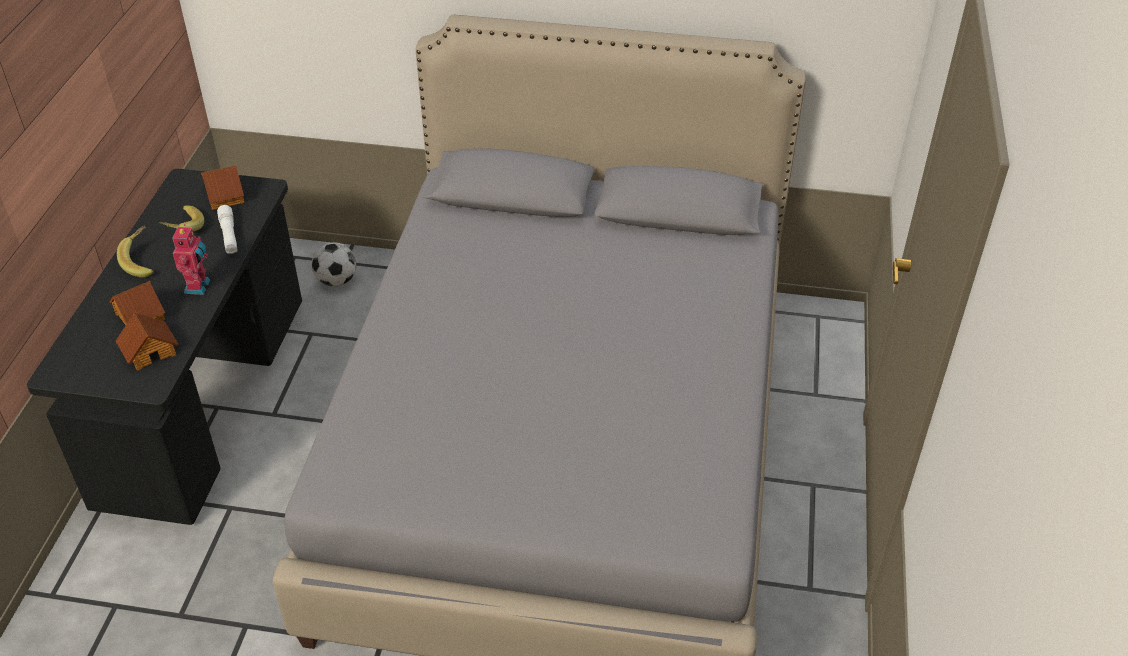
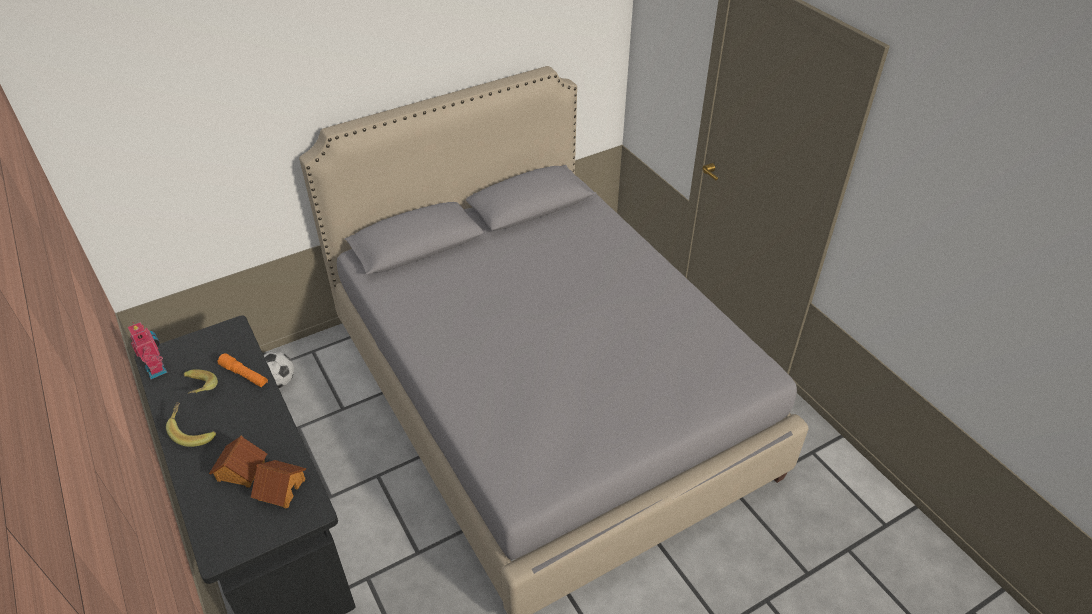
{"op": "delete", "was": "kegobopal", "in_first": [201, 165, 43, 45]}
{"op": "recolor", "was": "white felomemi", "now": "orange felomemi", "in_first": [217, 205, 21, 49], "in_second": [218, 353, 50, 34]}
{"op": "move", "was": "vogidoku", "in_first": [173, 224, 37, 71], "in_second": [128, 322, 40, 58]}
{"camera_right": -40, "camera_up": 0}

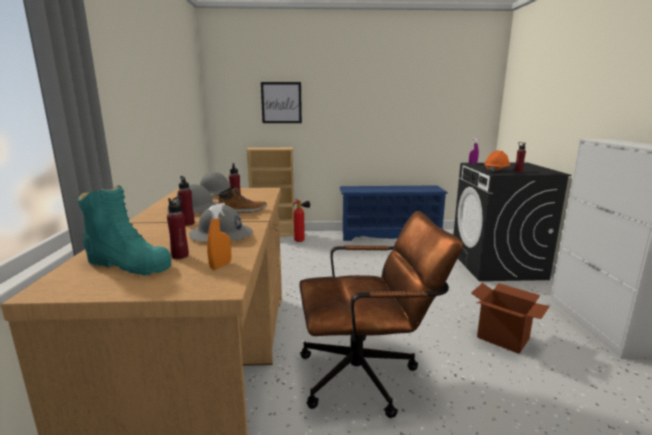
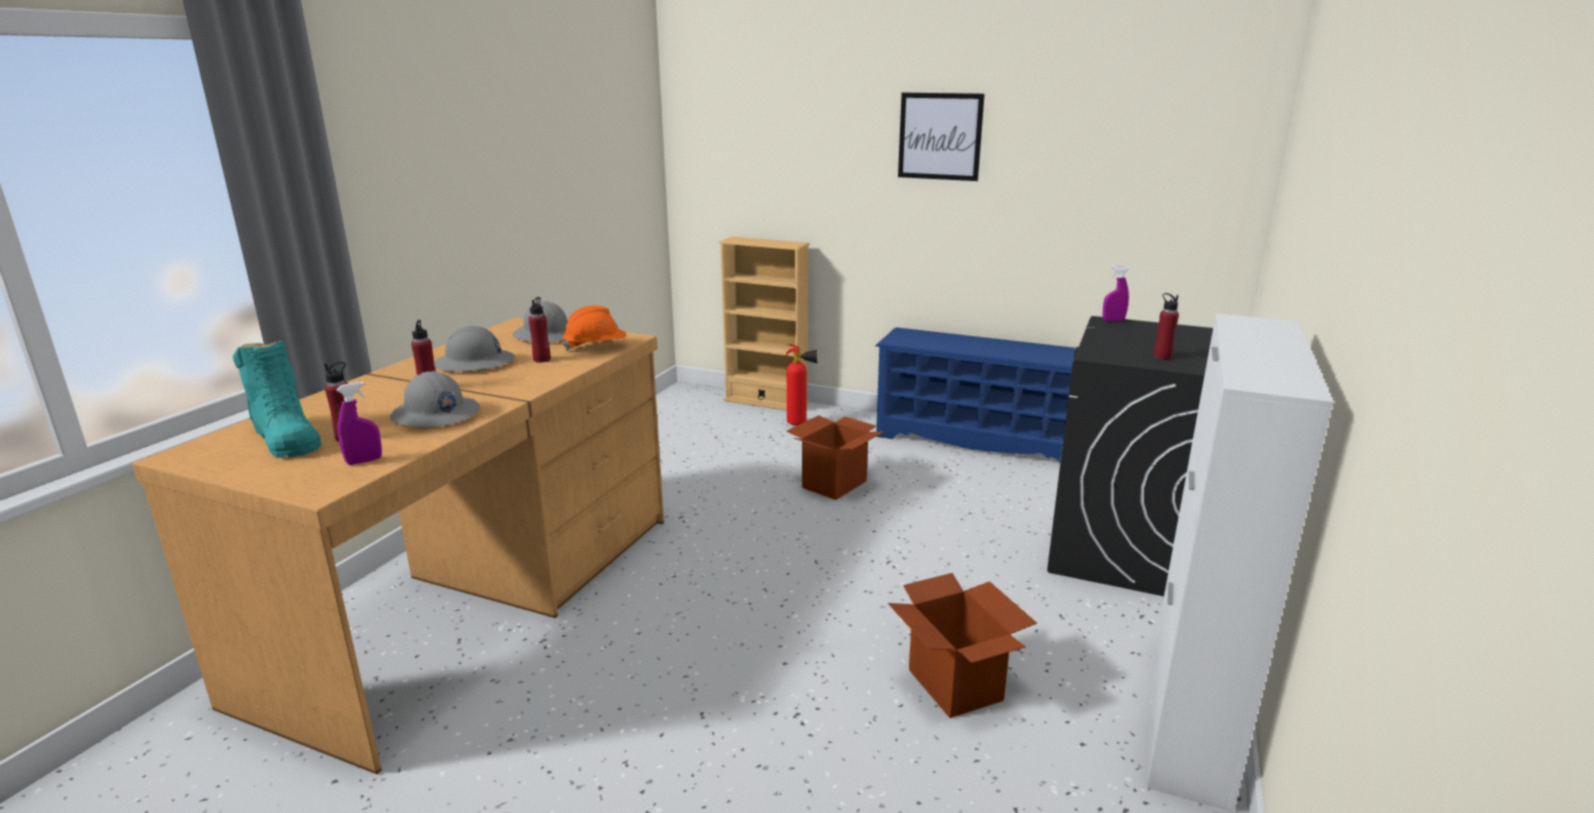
{"op": "move", "was": "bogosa", "in_first": [261, 82, 41, 41], "in_second": [898, 93, 87, 88]}
{"op": "move", "was": "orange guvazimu", "in_first": [484, 151, 27, 22], "in_second": [562, 306, 64, 45]}
{"op": "delete", "was": "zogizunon", "in_first": [216, 187, 51, 26]}
{"op": "recolor", "was": "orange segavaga", "now": "purple segavaga", "in_first": [207, 203, 24, 66], "in_second": [337, 382, 45, 83]}
{"op": "delete", "was": "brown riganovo", "in_first": [299, 210, 164, 208]}
{"op": "insert", "now": "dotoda", "in_second": [786, 415, 99, 85]}
{"camera_right": 25, "camera_up": 5}

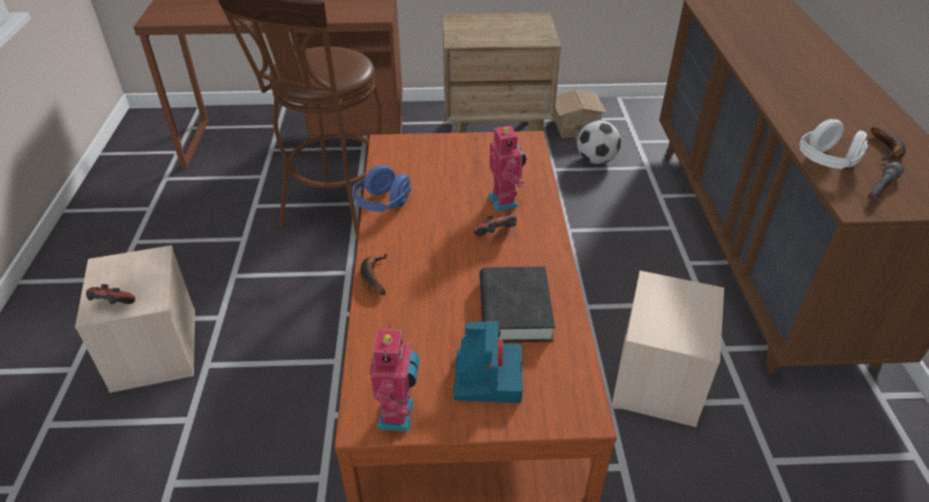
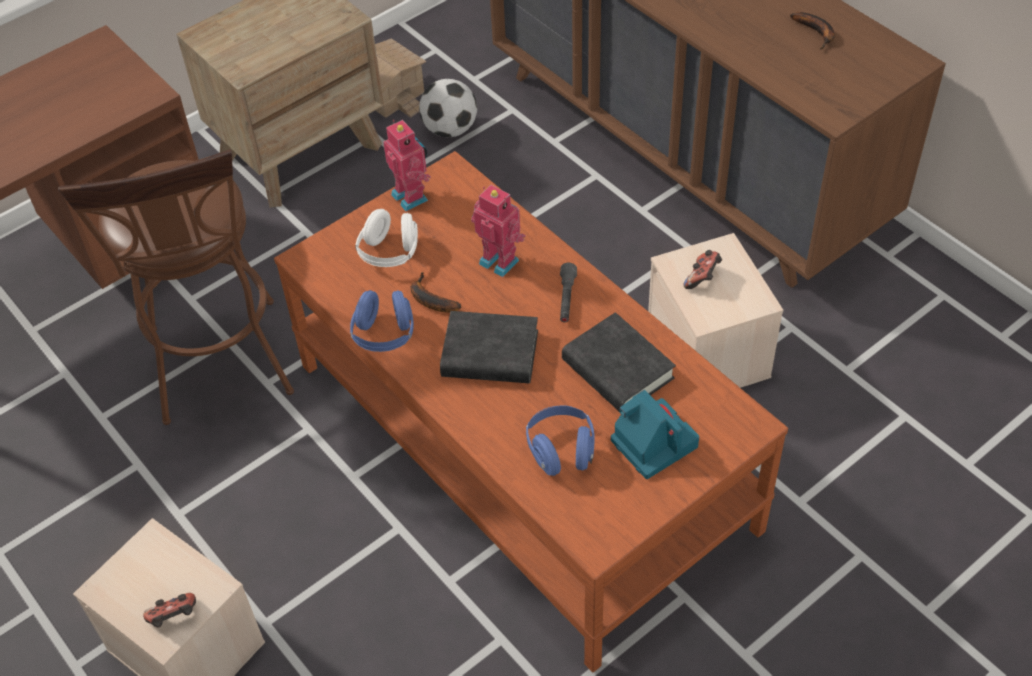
{"op": "move", "was": "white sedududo", "in_first": [799, 119, 69, 50], "in_second": [355, 209, 63, 58]}
{"op": "move", "was": "grey felomemi", "in_first": [868, 162, 36, 39], "in_second": [560, 263, 17, 59]}
{"op": "move", "was": "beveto", "in_first": [474, 211, 43, 25], "in_second": [683, 250, 39, 39]}
{"op": "move", "was": "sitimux", "in_first": [360, 254, 27, 42], "in_second": [411, 272, 50, 41]}
{"op": "move", "was": "vogidoku", "in_first": [370, 325, 49, 106], "in_second": [383, 120, 48, 91]}
{"op": "insert", "now": "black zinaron", "in_second": [440, 311, 98, 72]}
{"op": "insert", "now": "blue sedududo", "in_second": [526, 405, 69, 71]}
{"camera_right": -35, "camera_up": 10}

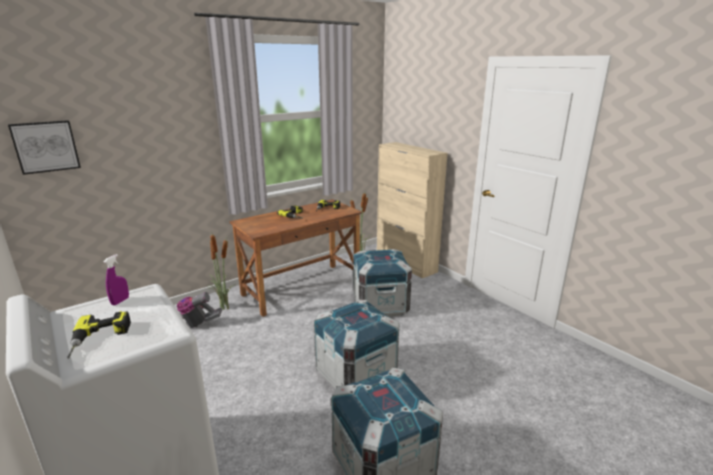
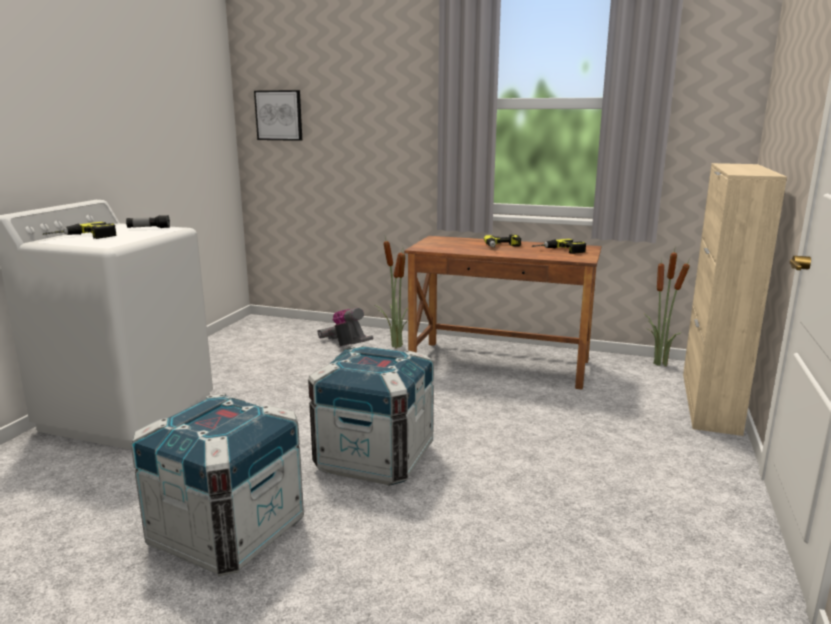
{"op": "delete", "was": "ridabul", "in_first": [353, 249, 59, 67]}
{"op": "replace", "was": "purple segavaga", "now": "felomemi", "in_first": [104, 254, 25, 51], "in_second": [126, 215, 44, 13]}
{"camera_right": 55, "camera_up": -5}

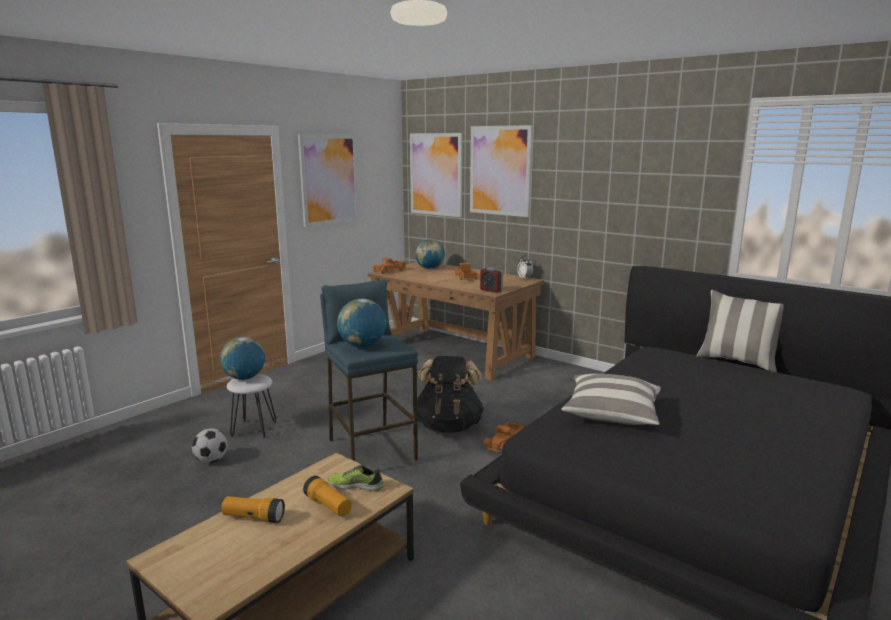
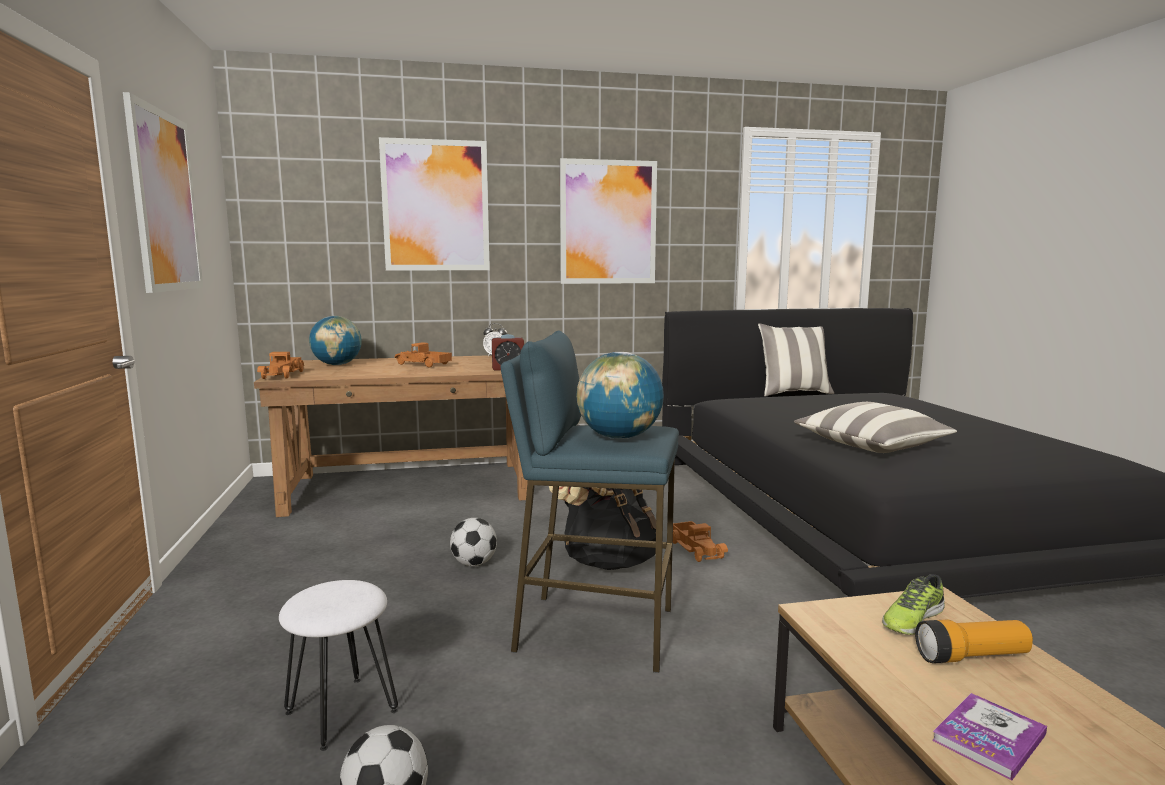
{"op": "move", "was": "bogosa", "in_first": [410, 133, 53, 84], "in_second": [560, 158, 97, 126]}
{"op": "delete", "was": "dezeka", "in_first": [220, 337, 45, 43]}
{"op": "replace", "was": "felomemi", "now": "zinaron", "in_first": [222, 496, 63, 27], "in_second": [932, 693, 115, 87]}
{"op": "insert", "now": "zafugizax", "in_second": [450, 518, 47, 48]}
{"camera_right": -50, "camera_up": -5}

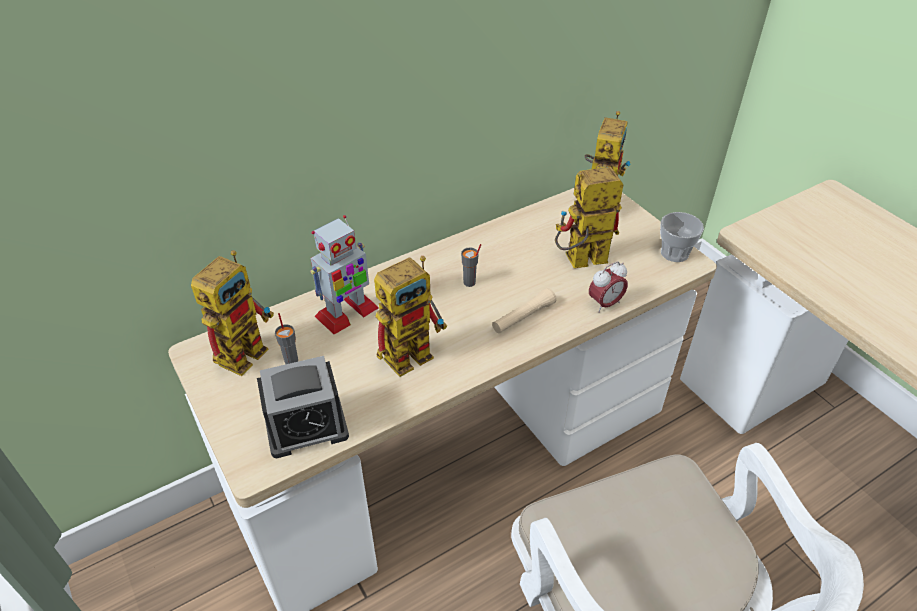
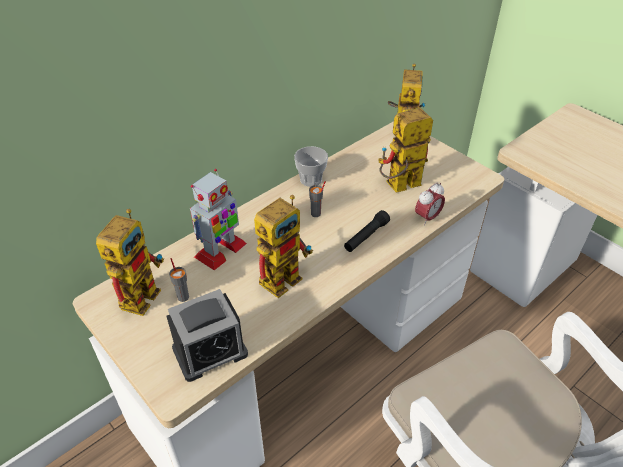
{"op": "move", "was": "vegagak", "in_first": [660, 212, 44, 50], "in_second": [294, 146, 34, 41]}
{"op": "recolor", "was": "beige felomemi", "now": "black felomemi", "in_first": [492, 288, 64, 45], "in_second": [344, 210, 46, 42]}
{"camera_right": -10, "camera_up": 0}

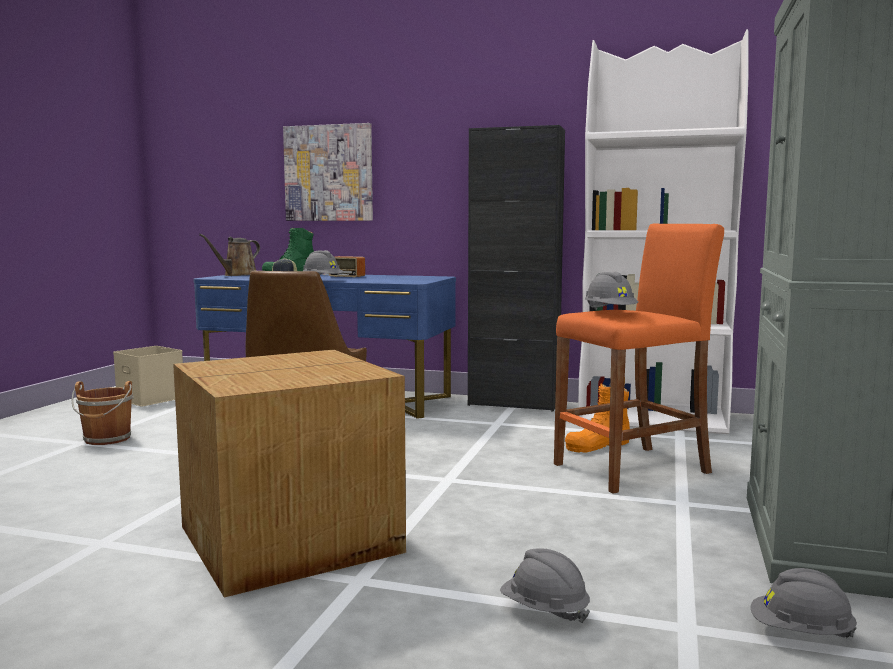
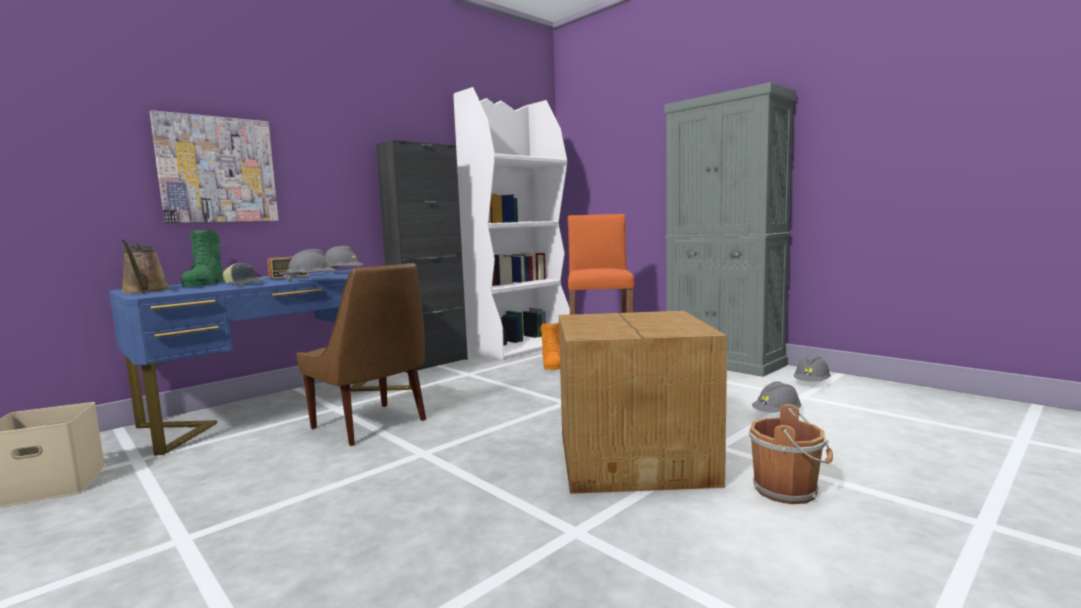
{"op": "move", "was": "grey guvazimu", "in_first": [585, 272, 54, 38], "in_second": [323, 246, 40, 28]}
{"op": "move", "was": "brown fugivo", "in_first": [72, 381, 62, 64], "in_second": [749, 404, 84, 100]}
{"camera_right": -60, "camera_up": 0}

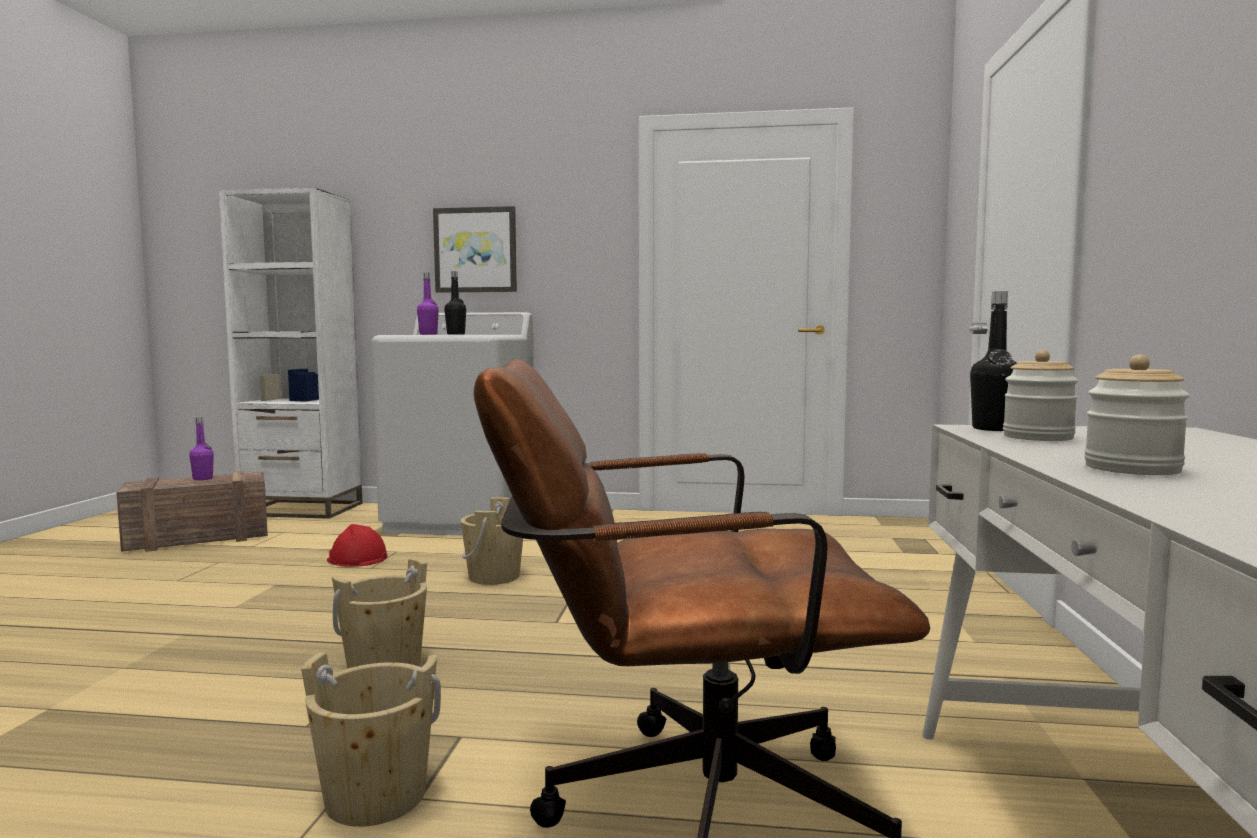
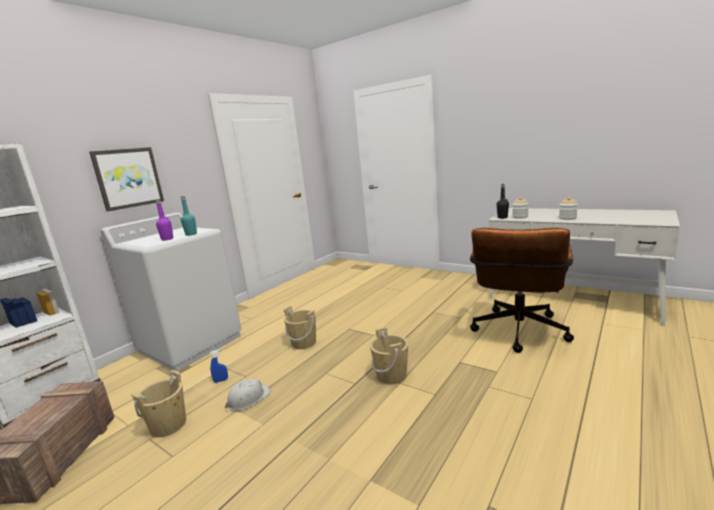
{"op": "recolor", "was": "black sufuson", "now": "turquoise sufuson", "in_first": [444, 271, 22, 64], "in_second": [181, 196, 16, 40]}
{"op": "delete", "was": "purple sufuson", "in_first": [189, 417, 25, 63]}
{"op": "replace", "was": "red guvazimu", "now": "blue segavaga", "in_first": [327, 524, 61, 43], "in_second": [210, 349, 18, 34]}
{"op": "move", "was": "beige fugivo", "in_first": [301, 652, 140, 175], "in_second": [131, 370, 55, 67]}
{"op": "insert", "now": "white guvazimu", "in_second": [225, 379, 46, 32]}
{"camera_right": -60, "camera_up": 10}

